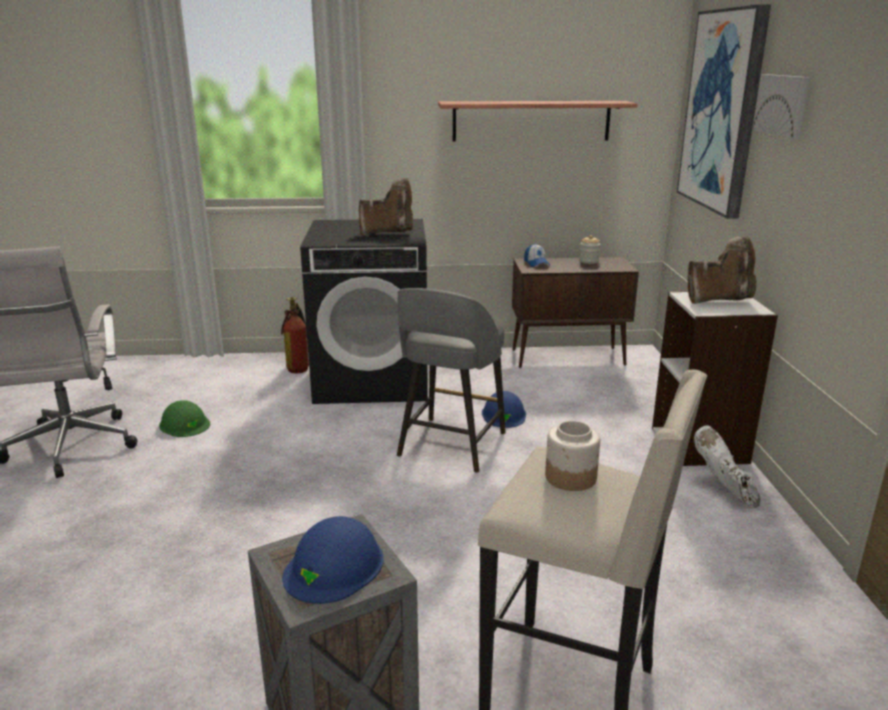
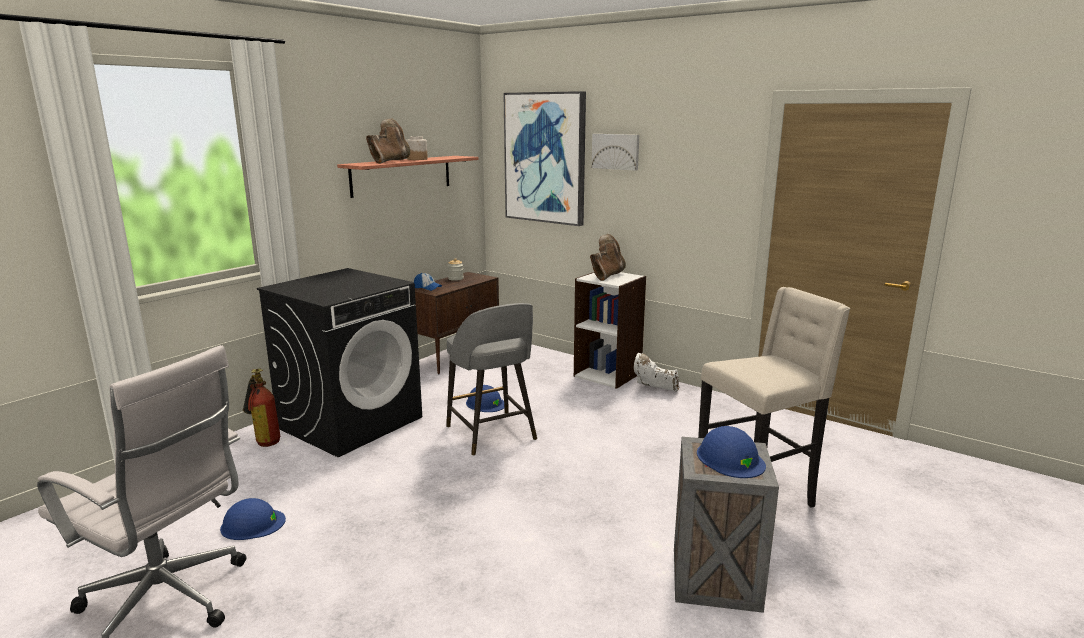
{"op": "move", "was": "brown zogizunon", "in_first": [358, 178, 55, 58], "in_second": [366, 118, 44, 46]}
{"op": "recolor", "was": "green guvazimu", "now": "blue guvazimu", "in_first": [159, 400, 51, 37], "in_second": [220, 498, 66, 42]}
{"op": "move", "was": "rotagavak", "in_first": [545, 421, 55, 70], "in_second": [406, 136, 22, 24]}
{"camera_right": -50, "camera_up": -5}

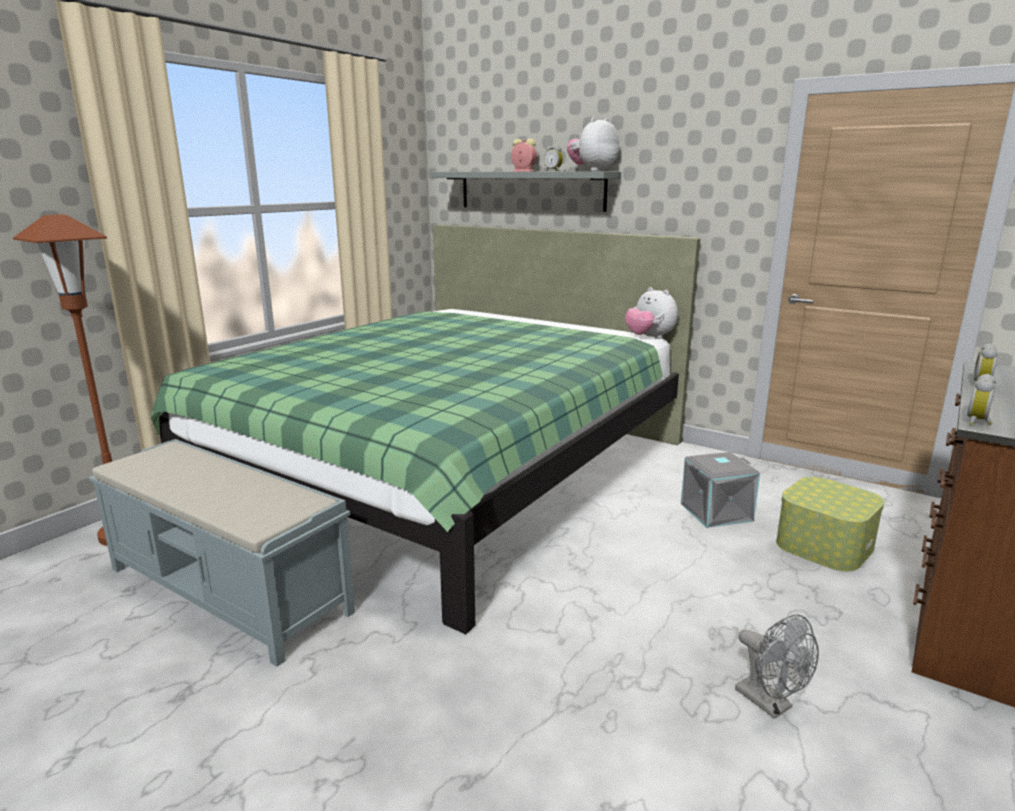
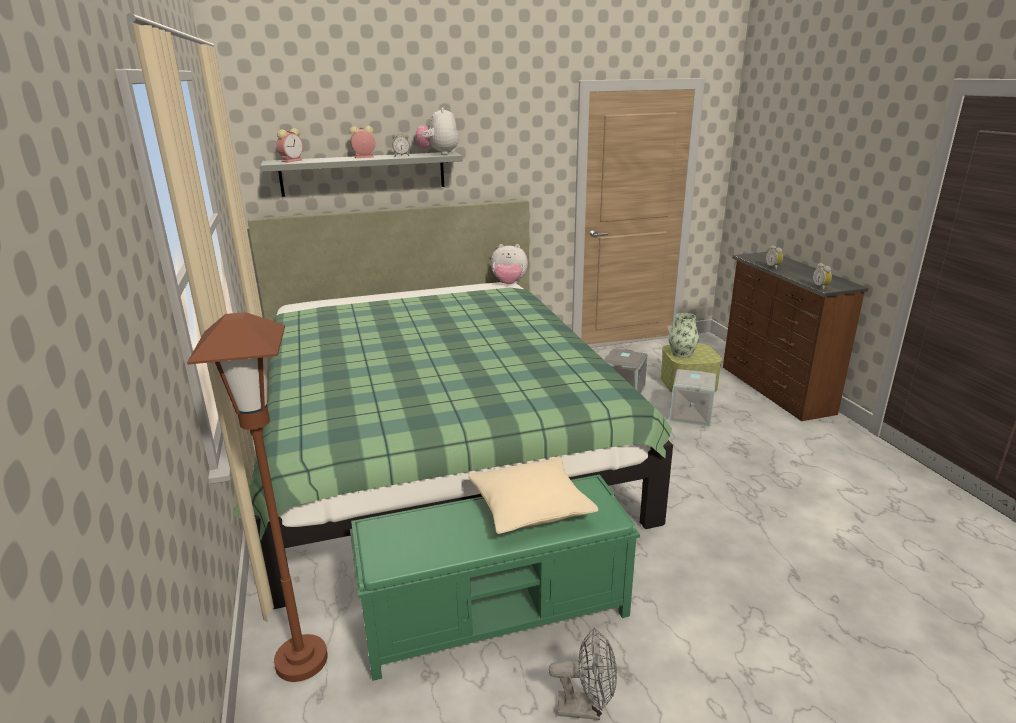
{"op": "recolor", "was": "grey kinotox", "now": "green kinotox", "in_first": [89, 439, 266, 228], "in_second": [350, 474, 290, 207]}
{"op": "move", "was": "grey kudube", "in_first": [735, 615, 84, 104], "in_second": [548, 628, 69, 92]}
{"op": "insert", "now": "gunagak", "in_second": [277, 128, 26, 34]}
{"op": "insert", "now": "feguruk", "in_second": [668, 313, 31, 45]}
{"op": "insert", "now": "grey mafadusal", "in_second": [670, 369, 46, 57]}
{"op": "insert", "now": "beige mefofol", "in_second": [468, 456, 130, 78]}
{"camera_right": -50, "camera_up": 5}

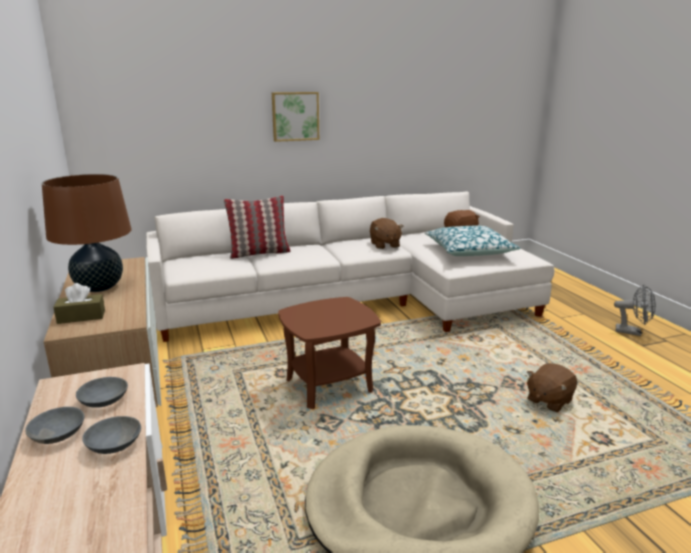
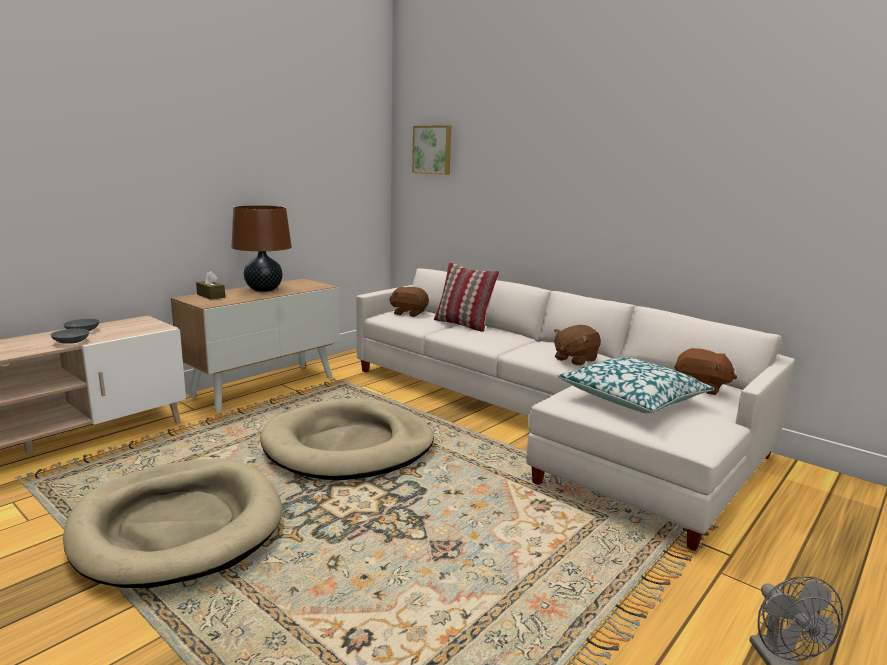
{"op": "move", "was": "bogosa", "in_first": [272, 92, 47, 50], "in_second": [412, 125, 39, 50]}
{"op": "replace", "was": "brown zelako", "now": "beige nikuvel", "in_first": [278, 297, 103, 112], "in_second": [260, 399, 174, 81]}
{"op": "move", "was": "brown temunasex", "in_first": [527, 363, 50, 49], "in_second": [389, 287, 40, 30]}
{"op": "delete", "was": "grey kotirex", "in_first": [76, 377, 52, 31]}
{"camera_right": 60, "camera_up": -5}

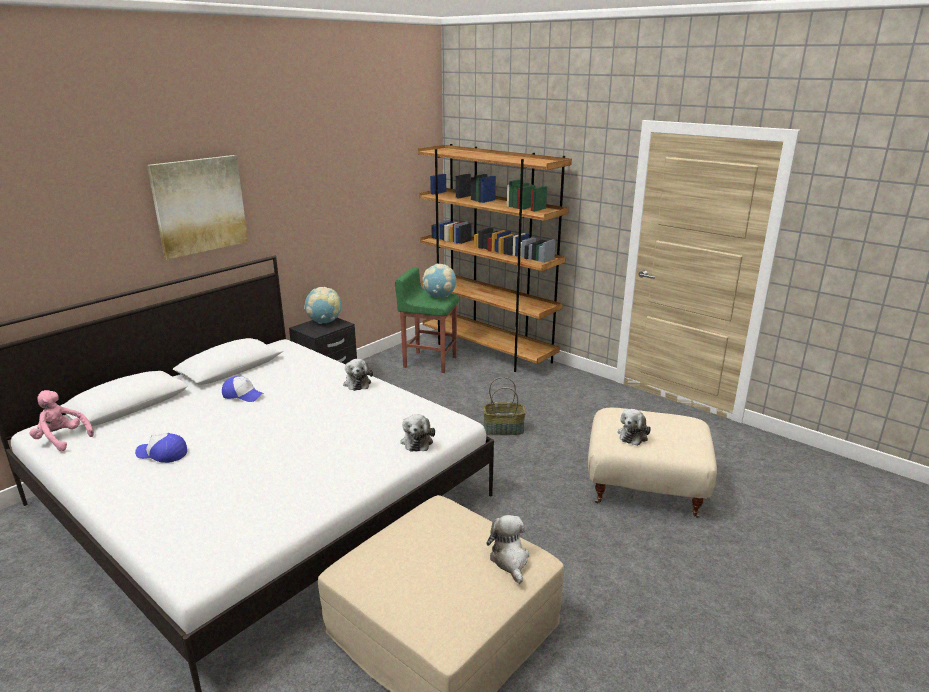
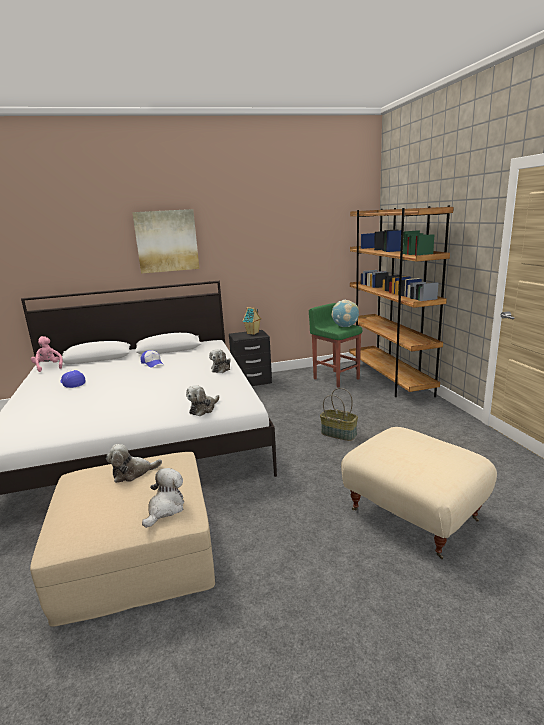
{"op": "replace", "was": "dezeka", "now": "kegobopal", "in_first": [304, 287, 38, 37], "in_second": [243, 307, 18, 28]}
{"op": "move", "was": "temunasex", "in_first": [618, 409, 33, 37], "in_second": [106, 444, 56, 39]}
{"camera_right": 35, "camera_up": -5}

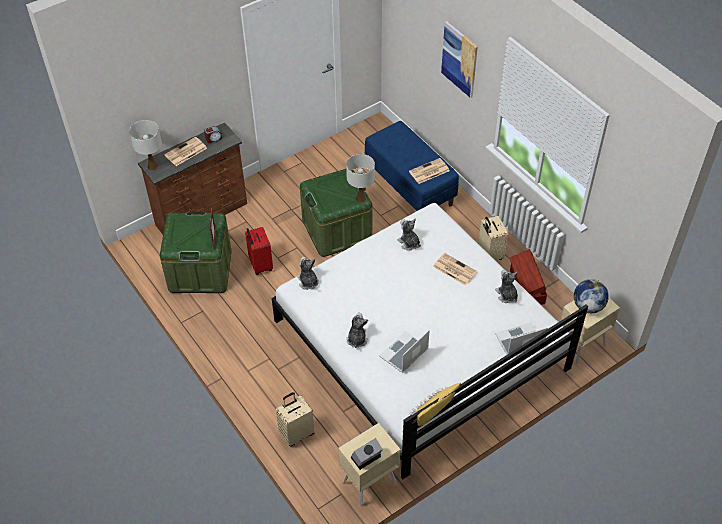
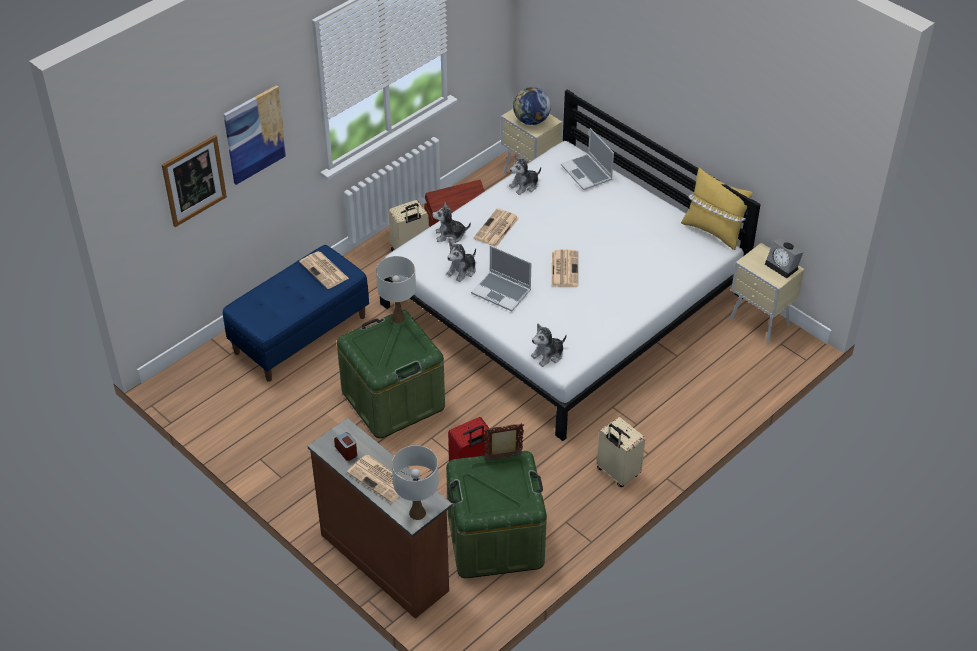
{"op": "move", "was": "temunasex", "in_first": [346, 313, 22, 35], "in_second": [432, 202, 39, 41]}
{"op": "move", "was": "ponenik", "in_first": [379, 330, 51, 43], "in_second": [471, 245, 60, 66]}
{"op": "move", "was": "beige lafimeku", "in_first": [276, 392, 39, 55], "in_second": [597, 417, 48, 70]}
{"op": "insert", "now": "bogosa", "in_second": [162, 135, 65, 92]}
{"op": "insert", "now": "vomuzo", "in_second": [552, 250, 26, 37]}
{"camera_right": -100, "camera_up": -5}

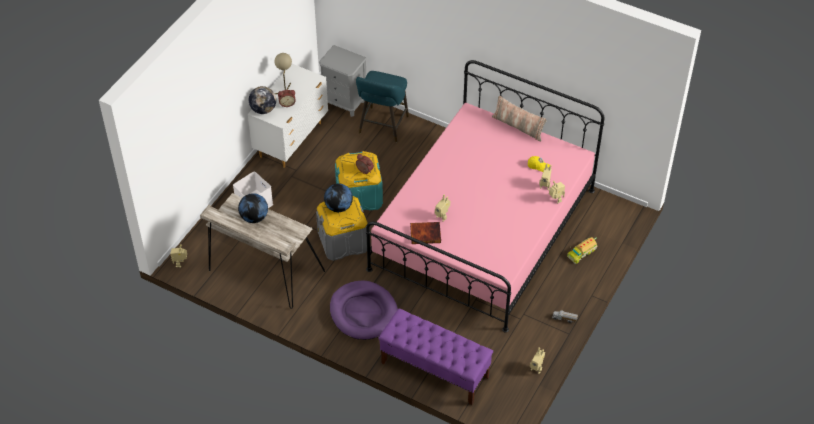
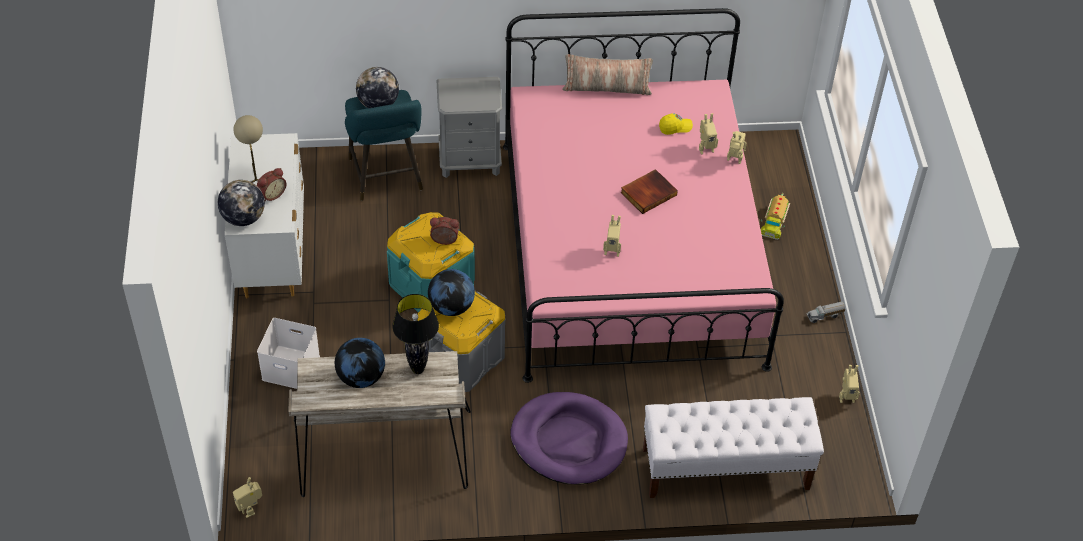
{"op": "move", "was": "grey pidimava", "in_first": [319, 45, 48, 72], "in_second": [436, 77, 66, 101]}
{"op": "move", "was": "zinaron", "in_first": [410, 222, 31, 22], "in_second": [620, 169, 58, 45]}
{"op": "recolor", "was": "purple kinotox", "now": "white kinotox", "in_first": [378, 308, 115, 97], "in_second": [643, 397, 181, 101]}
{"op": "insert", "now": "dezeka", "in_second": [356, 67, 43, 41]}
{"op": "insert", "now": "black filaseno", "in_second": [392, 294, 47, 80]}
{"camera_right": -35, "camera_up": 0}

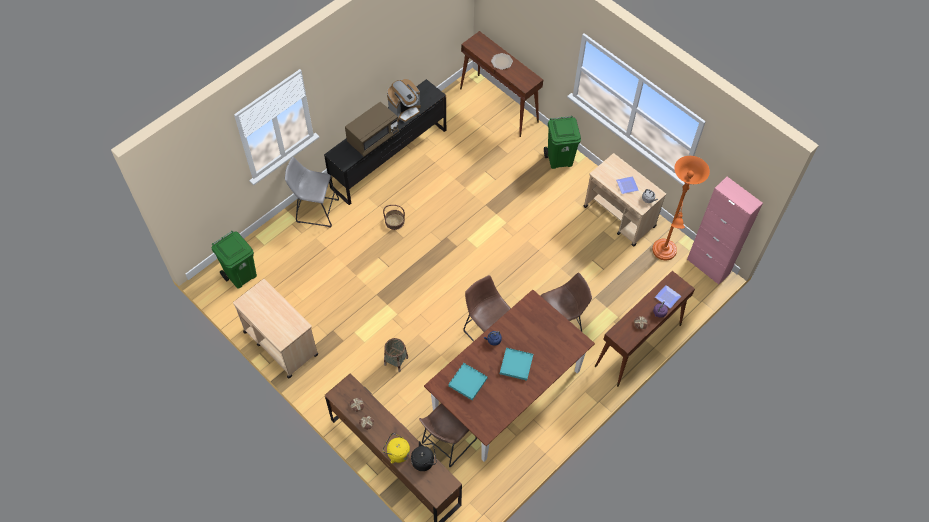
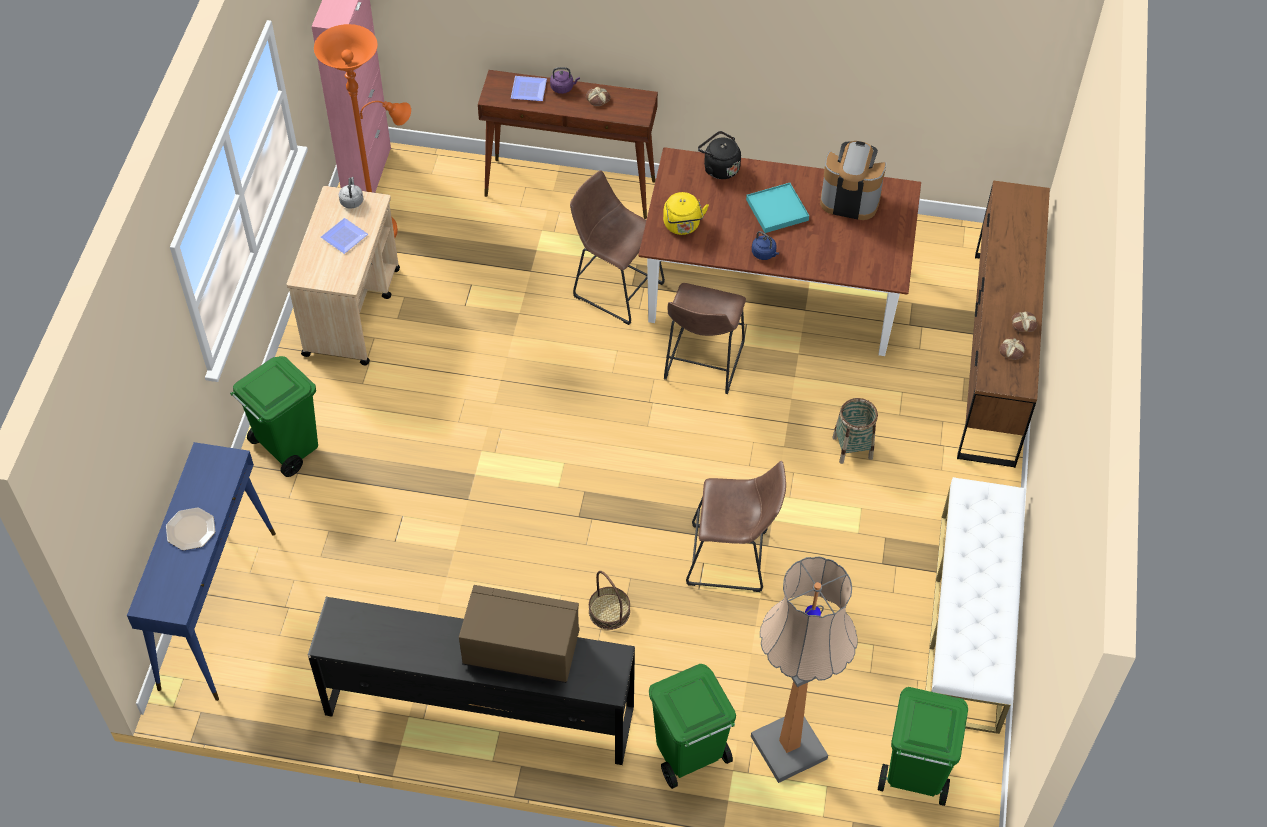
{"op": "recolor", "was": "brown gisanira", "now": "blue gisanira", "in_first": [460, 31, 83, 106], "in_second": [127, 442, 149, 259]}
{"op": "move", "was": "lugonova", "in_first": [387, 79, 34, 43], "in_second": [820, 141, 67, 79]}
{"op": "replace", "was": "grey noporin", "now": "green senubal", "in_first": [285, 157, 54, 71], "in_second": [649, 664, 87, 125]}
{"op": "replace", "was": "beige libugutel", "now": "white kinotox", "in_first": [233, 279, 85, 100], "in_second": [925, 477, 101, 257]}
{"op": "delete", "was": "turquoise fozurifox", "in_first": [448, 363, 40, 37]}
{"op": "move", "was": "brown noporin", "in_first": [419, 404, 58, 63], "in_second": [686, 461, 100, 131]}
{"op": "move", "was": "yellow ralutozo", "in_first": [382, 433, 28, 31], "in_second": [663, 192, 46, 43]}
{"op": "move", "was": "black ralutozo", "in_first": [411, 441, 26, 30], "in_second": [698, 131, 43, 48]}
{"op": "insert", "now": "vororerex", "in_second": [751, 557, 107, 226]}
{"camera_right": -125, "camera_up": -5}

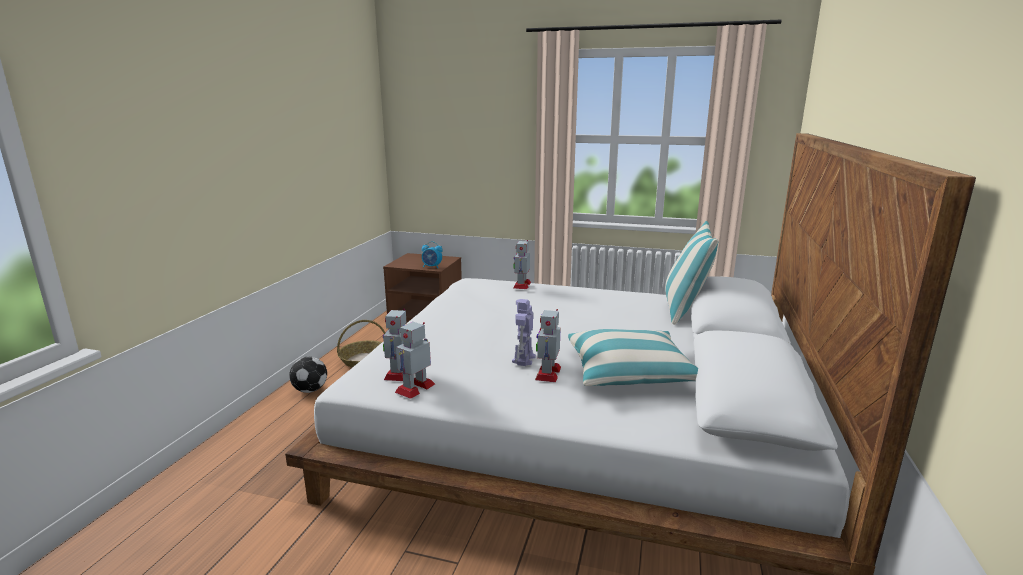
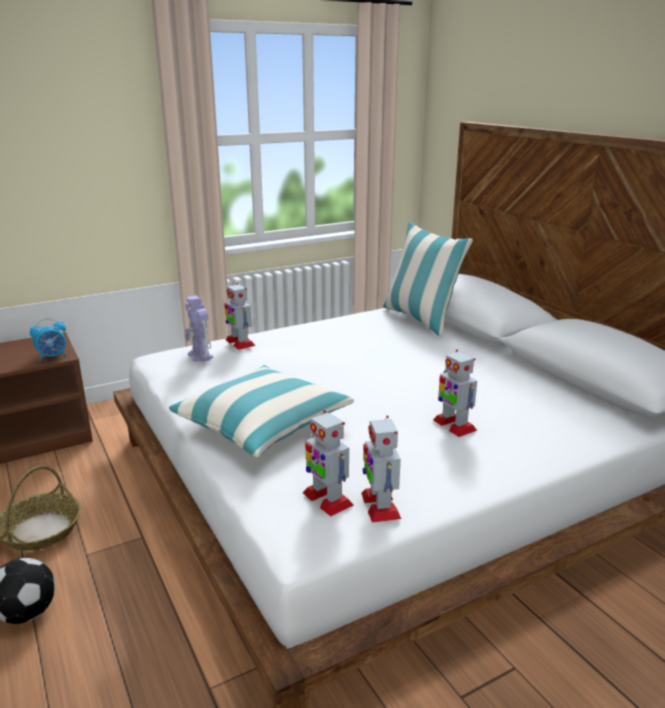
{"op": "move", "was": "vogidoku", "in_first": [512, 299, 24, 67], "in_second": [185, 295, 28, 67]}
{"op": "move", "was": "mefofol", "in_first": [568, 329, 130, 57], "in_second": [169, 365, 185, 93]}
{"camera_right": -45, "camera_up": 5}

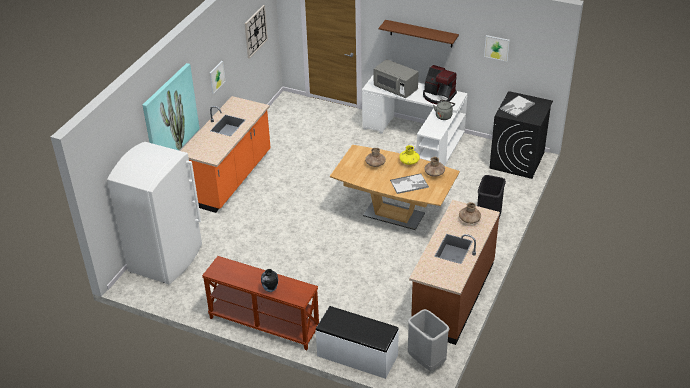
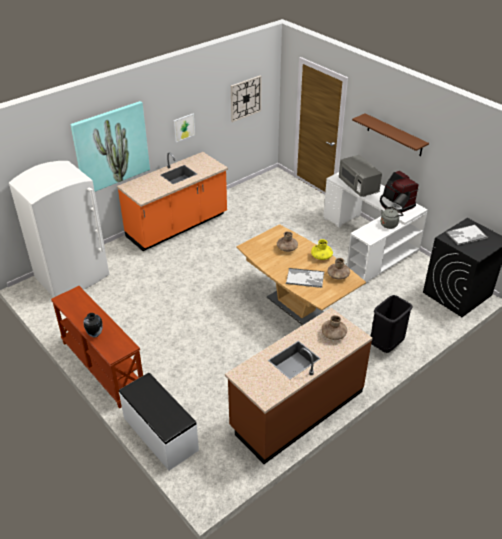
{"op": "delete", "was": "bogosa", "in_first": [484, 35, 26, 26]}
{"op": "delete", "was": "grey senubal", "in_first": [408, 309, 41, 62]}
{"camera_right": 25, "camera_up": 0}

